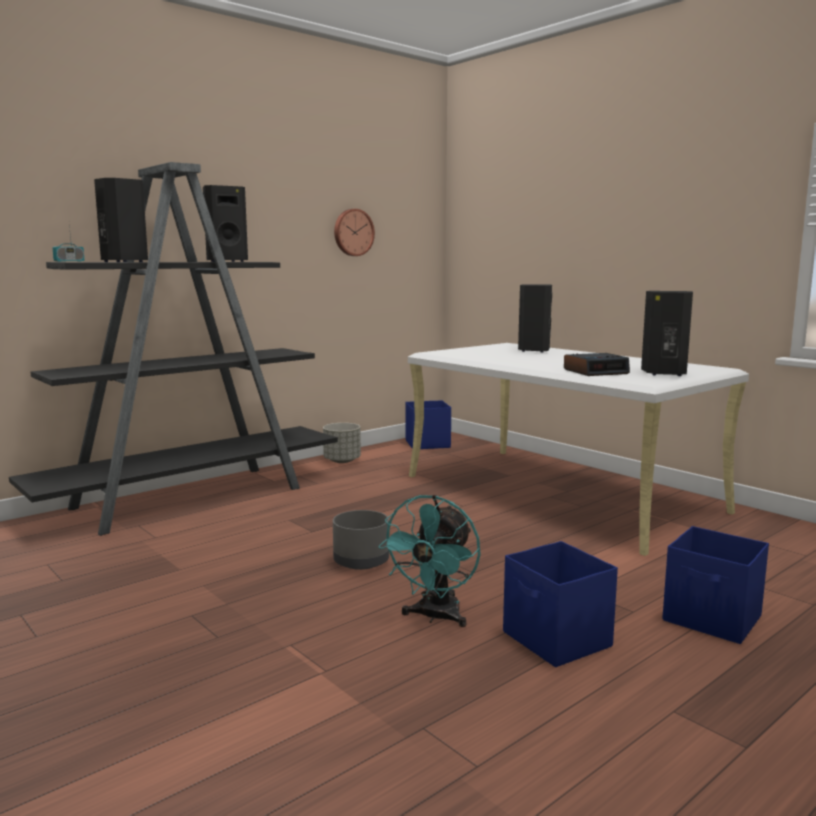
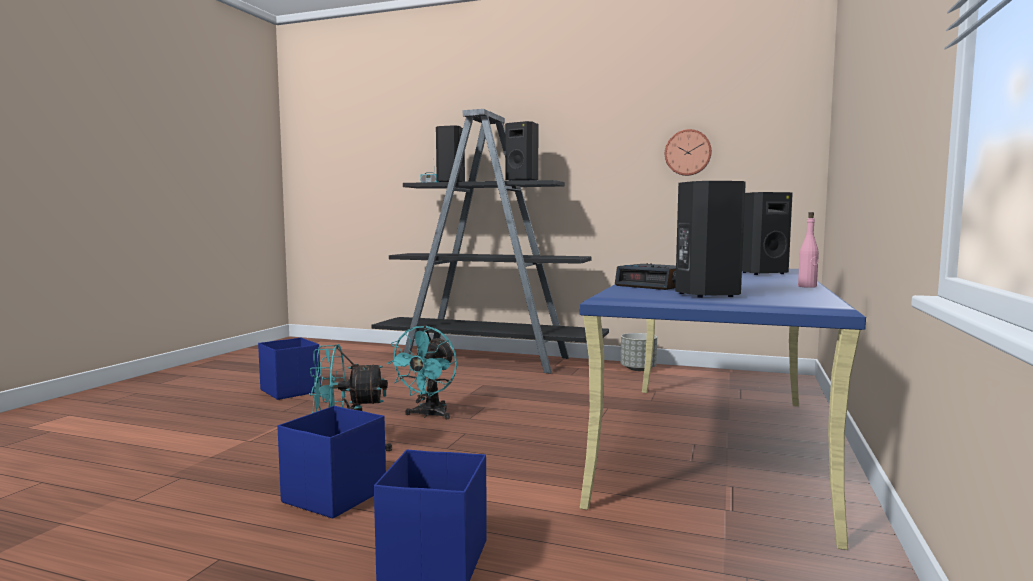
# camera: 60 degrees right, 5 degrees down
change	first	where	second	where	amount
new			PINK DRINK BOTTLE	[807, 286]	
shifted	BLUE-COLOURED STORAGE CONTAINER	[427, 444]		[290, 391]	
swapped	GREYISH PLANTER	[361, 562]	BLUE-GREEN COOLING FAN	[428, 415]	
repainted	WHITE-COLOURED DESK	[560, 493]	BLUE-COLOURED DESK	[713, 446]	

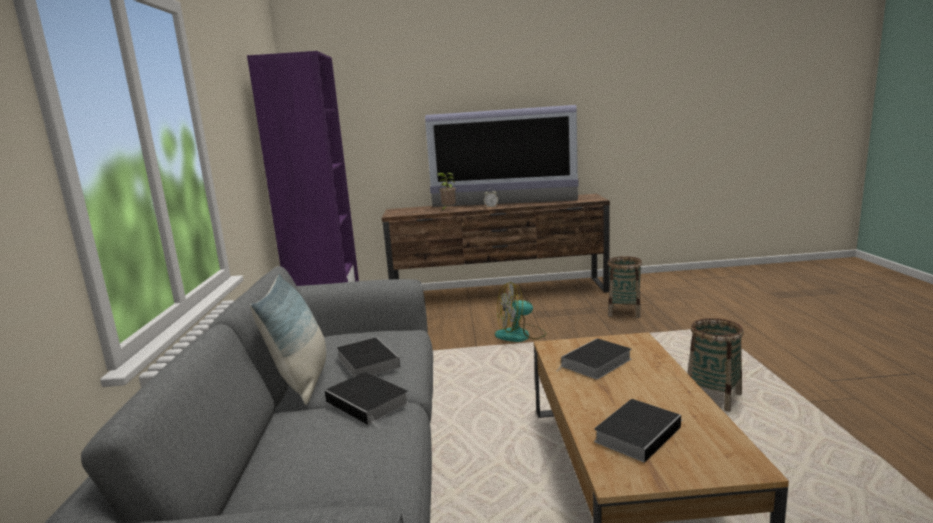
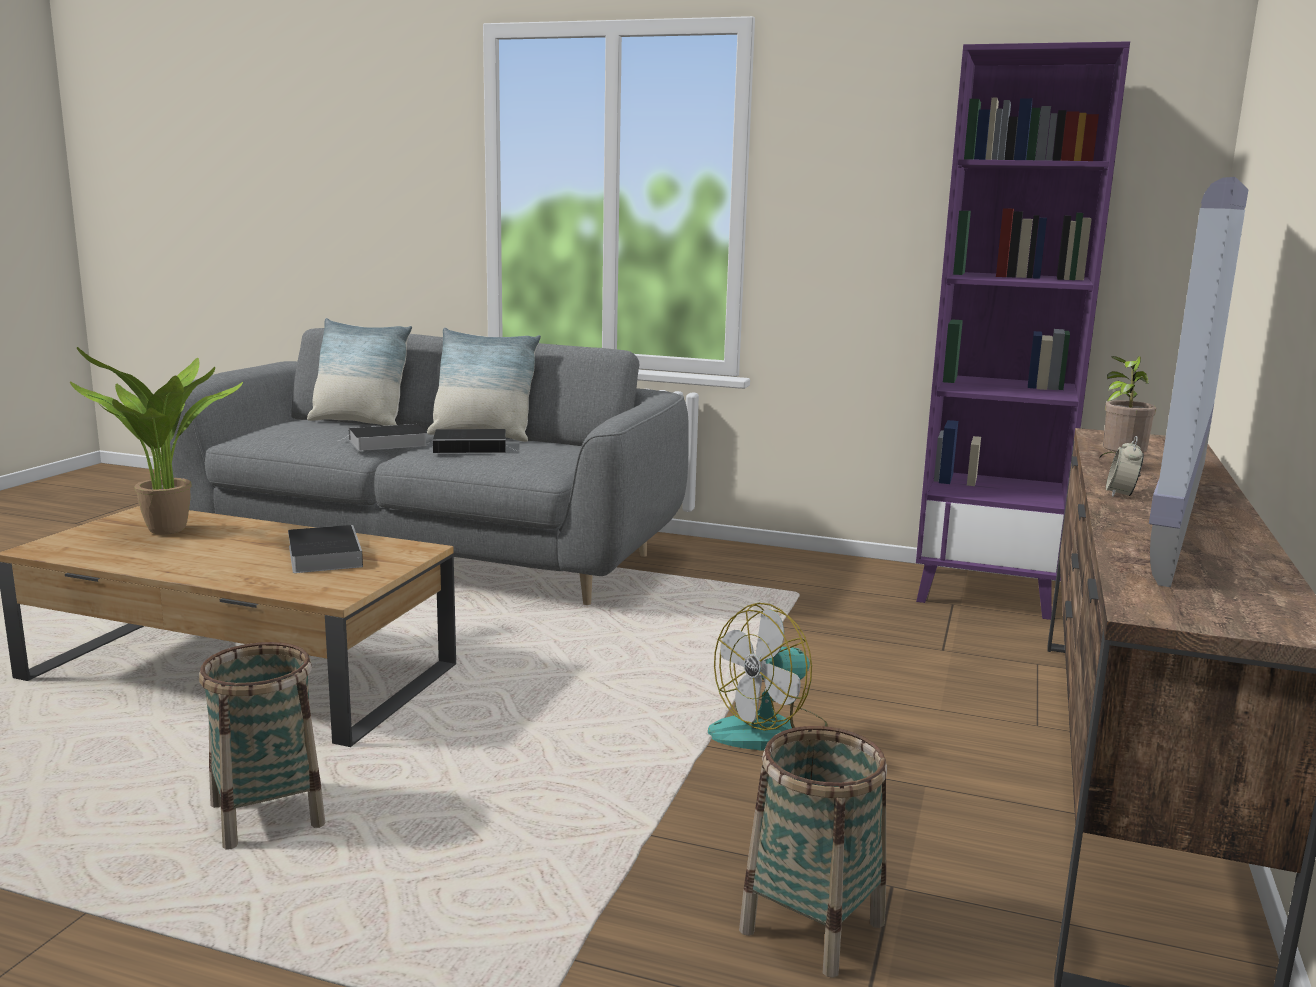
# camera: 110 degrees right, 0 degrees up
change	first	where	second	where	amount
new			PILLOW	[359, 423]	
swapped	VOLUME	[638, 433]	HOUSEPLANT	[169, 532]	
rotated	COOLING FAN	[520, 335]		[770, 730]	135 degrees counterclockwise

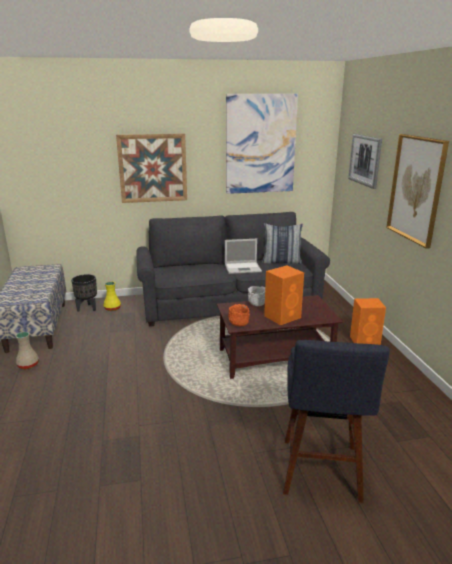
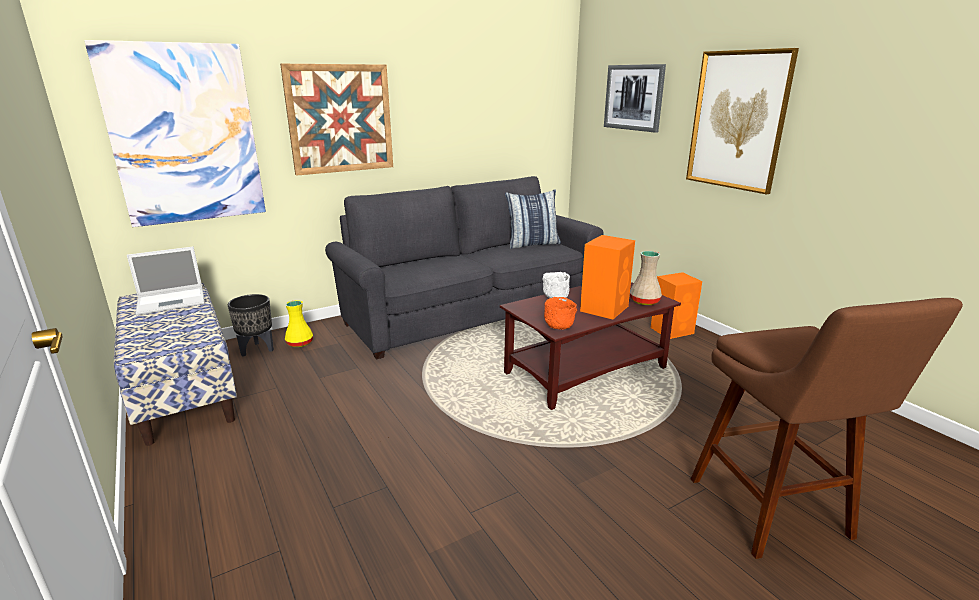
# camera: 20 degrees left, 0 degrees up
change	first	where	second	where	amount
shifted	SAND-COLOURED DECORATIVE VASE	[28, 365]		[644, 301]	
shifted	PORTABLE COMPUTER	[243, 268]		[173, 301]	
shifted	WALL PICTURE	[260, 144]		[185, 135]	
repainted	BLUE-COLOURED STOOL SEAT	[321, 474]	BROWNISH STOOL SEAT	[774, 514]	

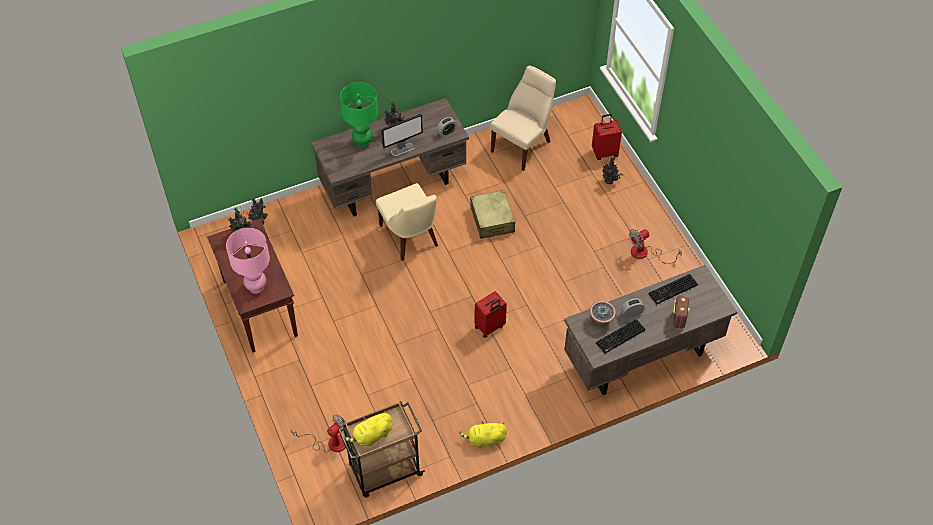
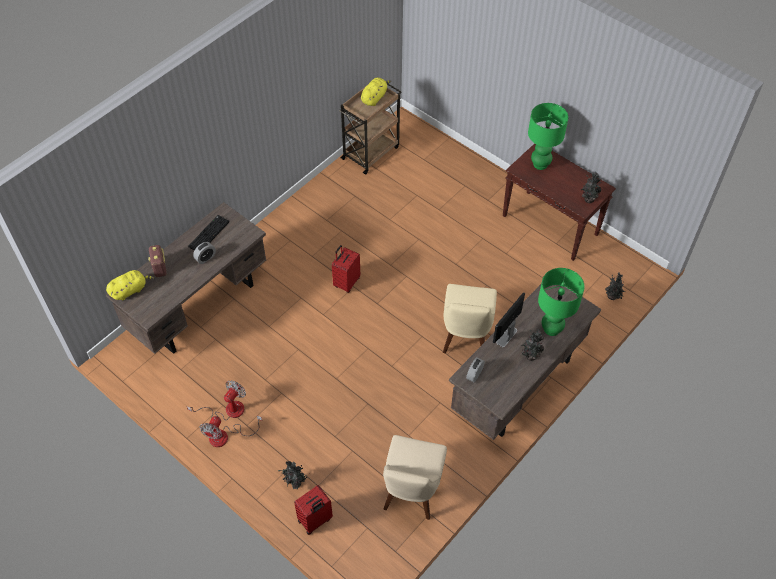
# camera: 155 degrees right, 0 degrees up
change	first	where	second	where	amount
gone	SAND-COLOURED PIECE OF LUGGAGE	[492, 220]			
gone	HOUSEPLANT	[601, 320]			
gone	KEYBOARD	[673, 290]			
shifted	COOLING FAN	[330, 442]		[226, 436]	
shifted	YELLOW-COLOURED CUDDLY TOY	[485, 440]		[130, 290]	
repainted	PINK TABLETOP LAMP	[256, 287]	GREEN-COLOURED TABLETOP LAMP	[540, 164]	
rotated	SAND-COLOURED CHAIR	[410, 237]		[465, 336]	120 degrees counterclockwise

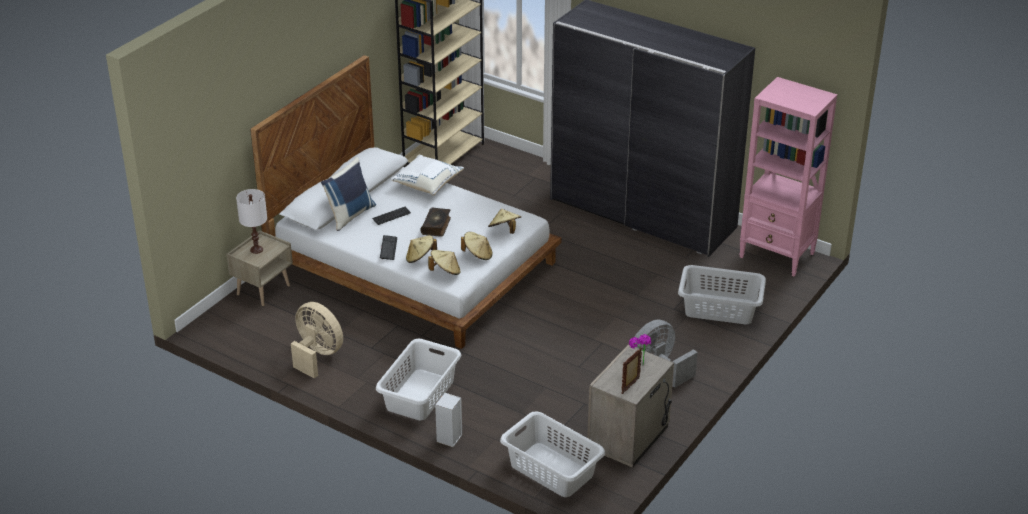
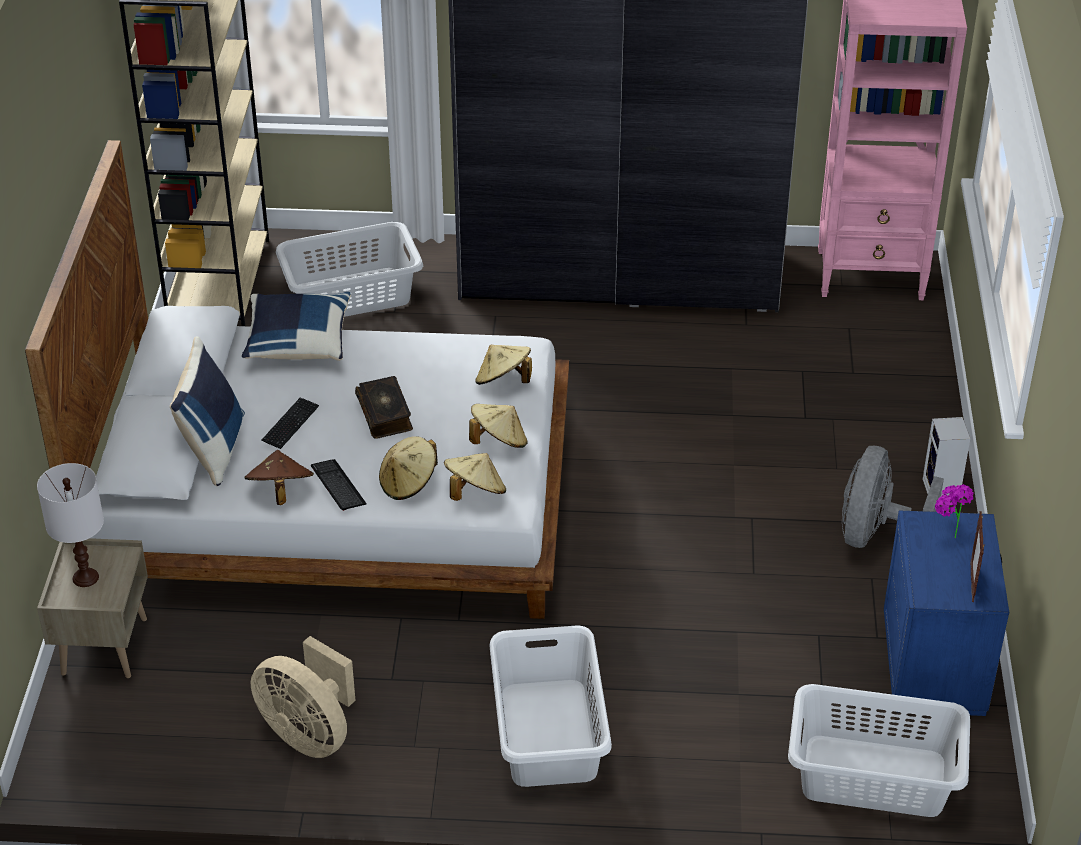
# camera: 30 degrees left, 5 degrees up
change	first	where	second	where	amount
new			BROWNISH CLOTHING HAT	[280, 492]	
shifted	AUDIO SPEAKER	[449, 439]		[942, 490]	
shifted	GREYISH HAMPER	[720, 309]		[352, 295]	
repainted	WHITE-COLOURED PILLOW	[427, 184]	BLUE-COLOURED PILLOW	[298, 343]	
repainted	SAND-COLOURED BEDSIDE TABLE	[629, 438]	BLUE-COLOURED BEDSIDE TABLE	[936, 666]	
rotated	SAND-COLOURED COOLING FAN	[317, 355]		[309, 734]	150 degrees counterclockwise

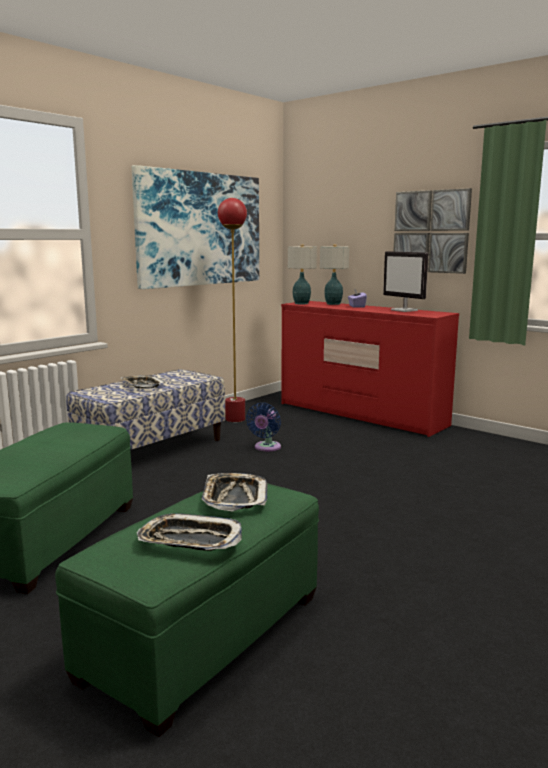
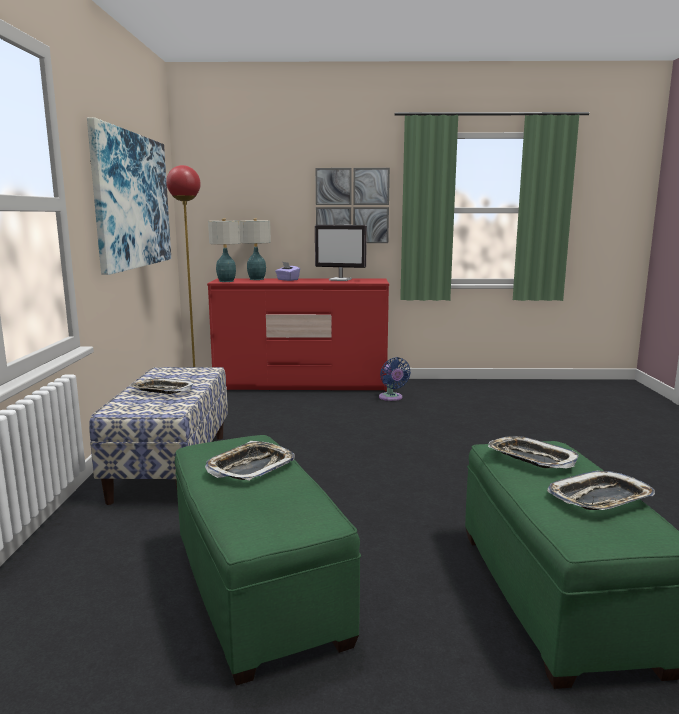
# camera: 40 degrees left, 0 degrees up
change	first	where	second	where	amount
new			CARRYING TRAY	[250, 467]	
shifted	BLUE-COLOURED COOLING FAN	[266, 448]		[391, 398]	

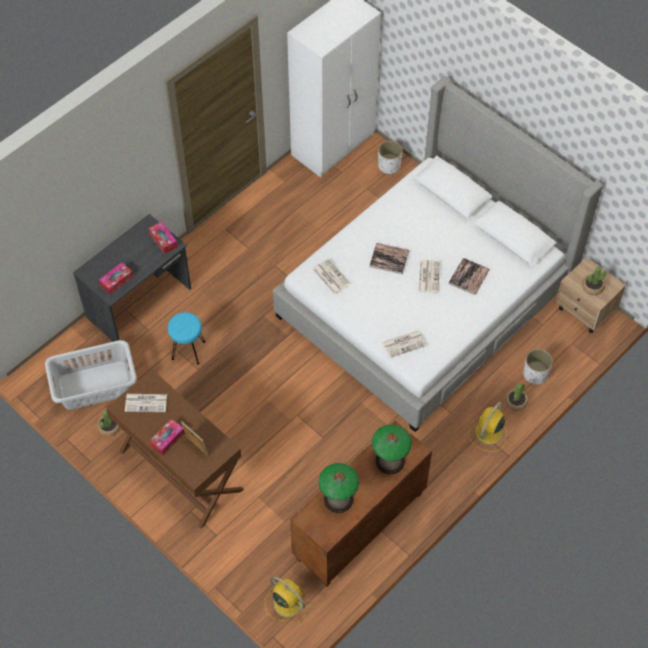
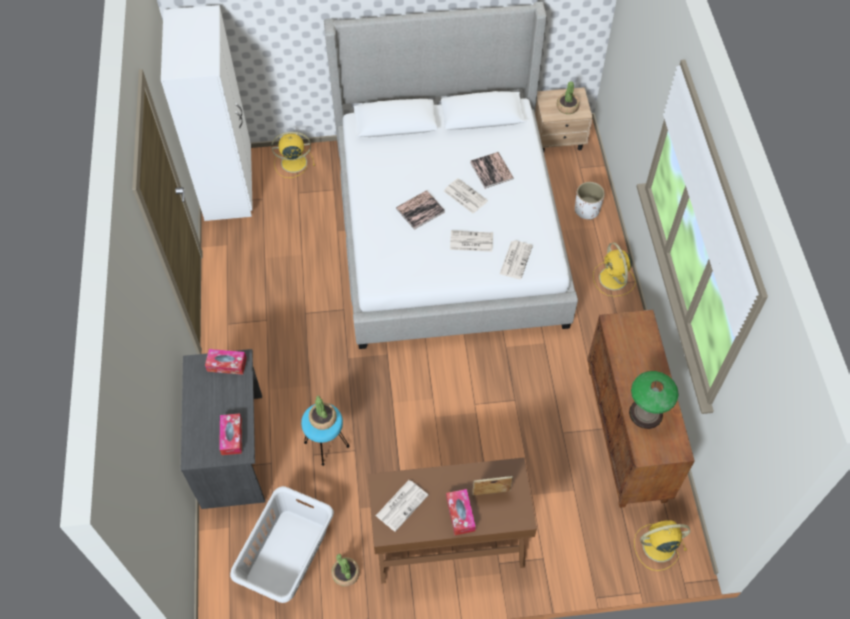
# camera: 50 degrees left, 0 degrees up
change	first	where	second	where	amount
gone	TABLETOP LAMP	[390, 461]			
shifted	NEWSPAPER	[330, 276]		[470, 242]	
shifted	HOUSEPLANT	[516, 402]		[323, 418]	
swapped	WHITE-COLOURED PLANTER	[389, 166]	YELLOW-COLOURED COOLING FAN	[292, 162]	

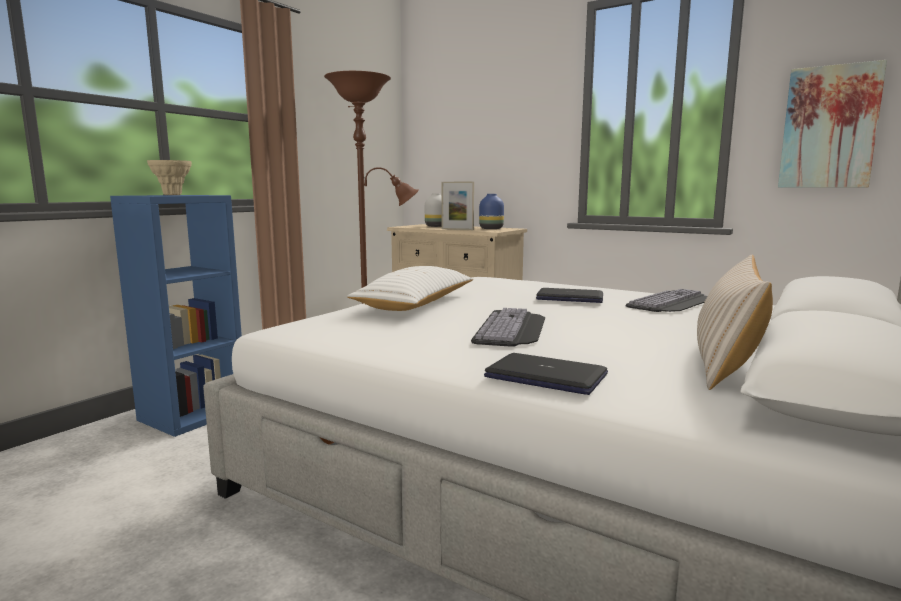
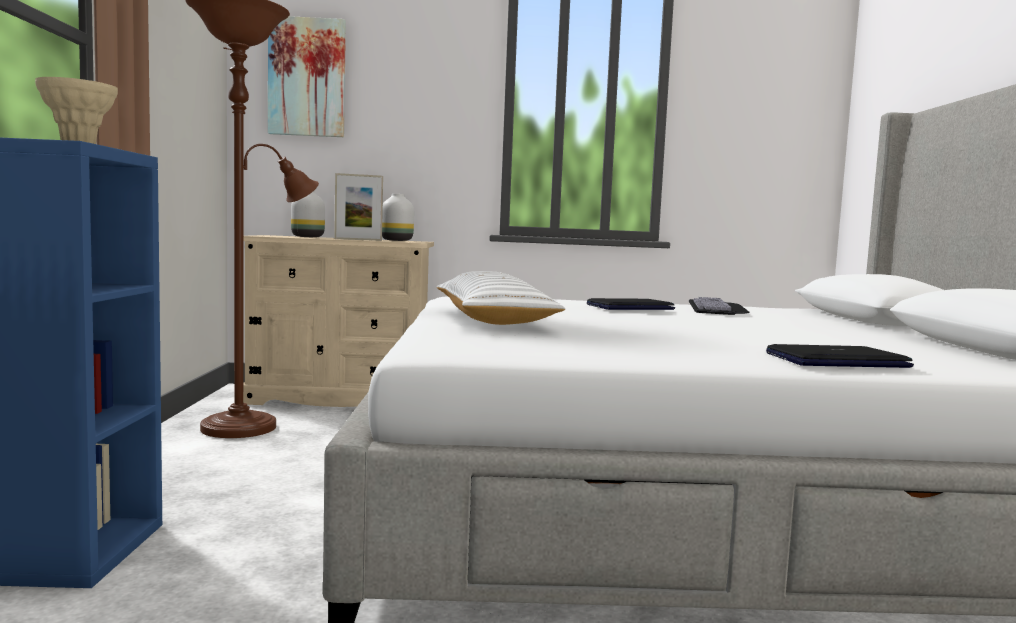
# camera: 35 degrees left, 5 degrees down
change	first	where	second	where	amount
gone	KEYBOARD	[513, 328]			
gone	SAND-COLOURED PILLOW	[726, 358]			
shifted	WALL PICTURE	[829, 127]		[307, 77]	
repainted	BLUE-COLOURED DECORATIVE VASE	[491, 229]	WHITE-COLOURED DECORATIVE VASE	[396, 240]	

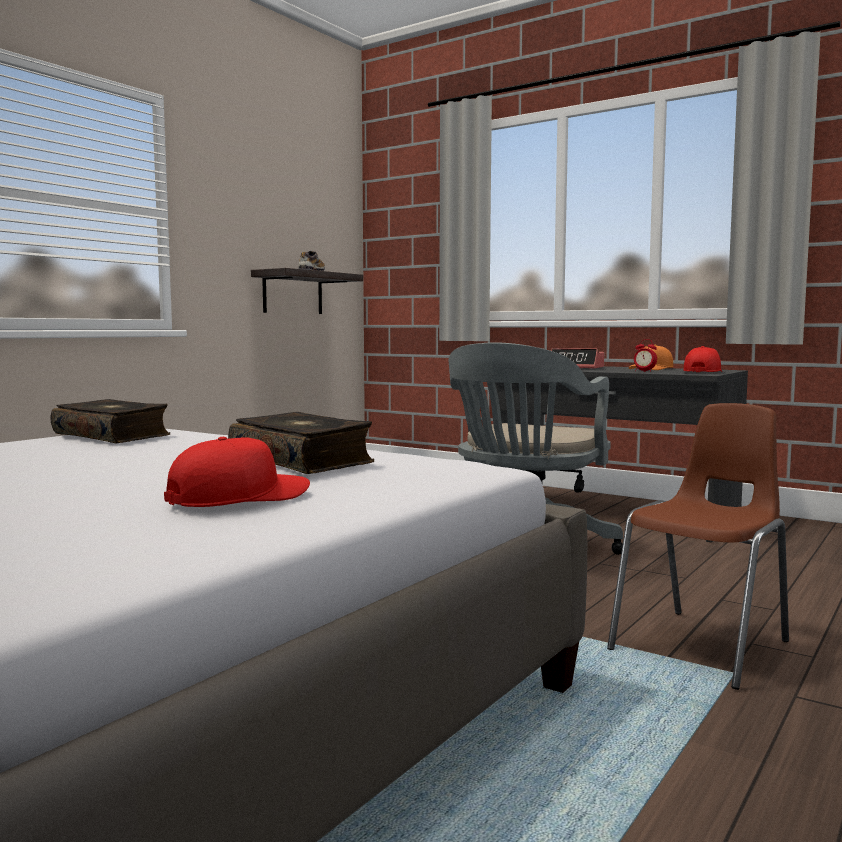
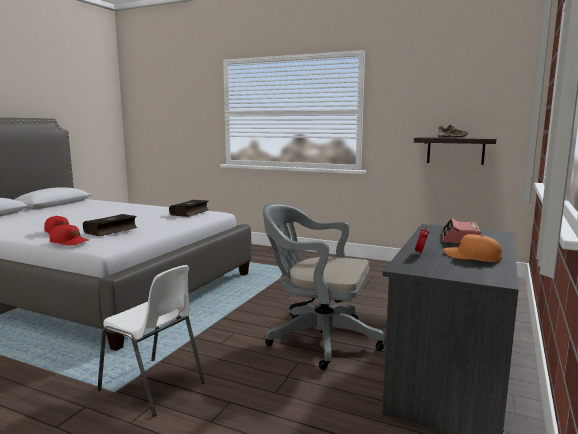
# camera: 80 degrees right, 5 degrees up
change	first	where	second	where	amount
shifted	REDDISH CAP	[702, 372]		[69, 242]	
repainted	BROWNISH CHAIR	[703, 646]	WHITE-COLOURED CHAIR	[153, 387]	

